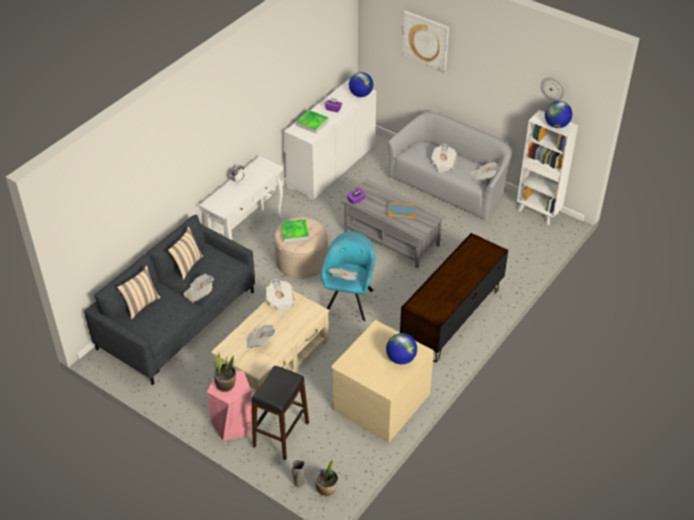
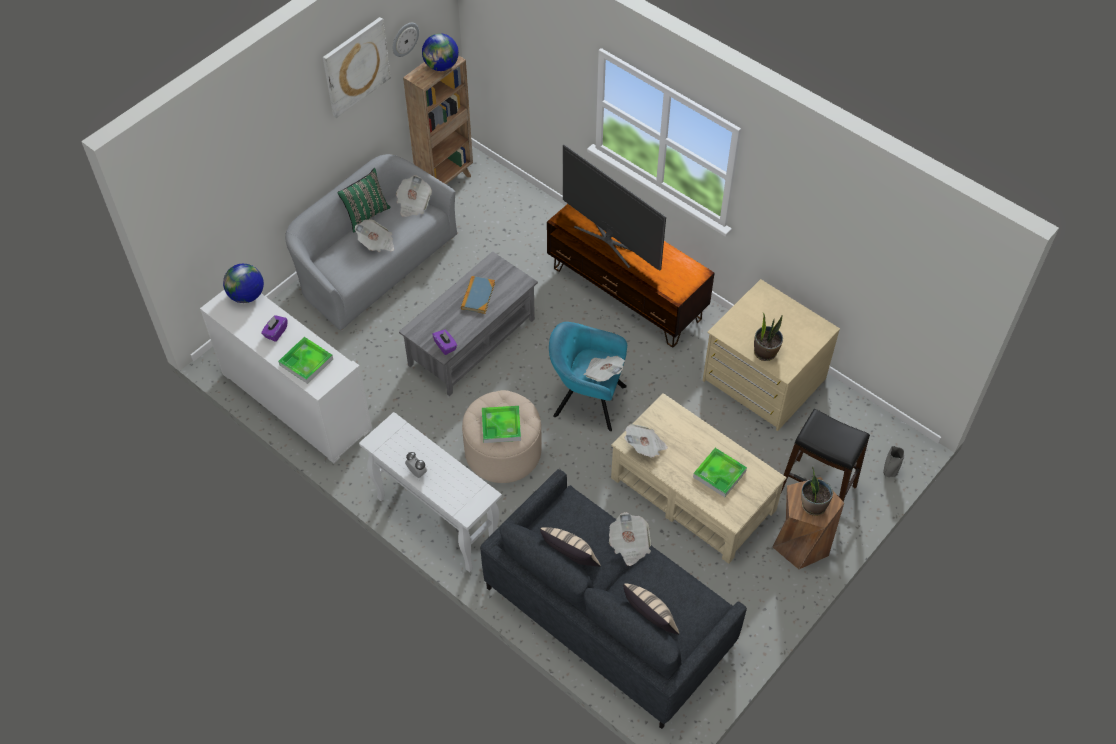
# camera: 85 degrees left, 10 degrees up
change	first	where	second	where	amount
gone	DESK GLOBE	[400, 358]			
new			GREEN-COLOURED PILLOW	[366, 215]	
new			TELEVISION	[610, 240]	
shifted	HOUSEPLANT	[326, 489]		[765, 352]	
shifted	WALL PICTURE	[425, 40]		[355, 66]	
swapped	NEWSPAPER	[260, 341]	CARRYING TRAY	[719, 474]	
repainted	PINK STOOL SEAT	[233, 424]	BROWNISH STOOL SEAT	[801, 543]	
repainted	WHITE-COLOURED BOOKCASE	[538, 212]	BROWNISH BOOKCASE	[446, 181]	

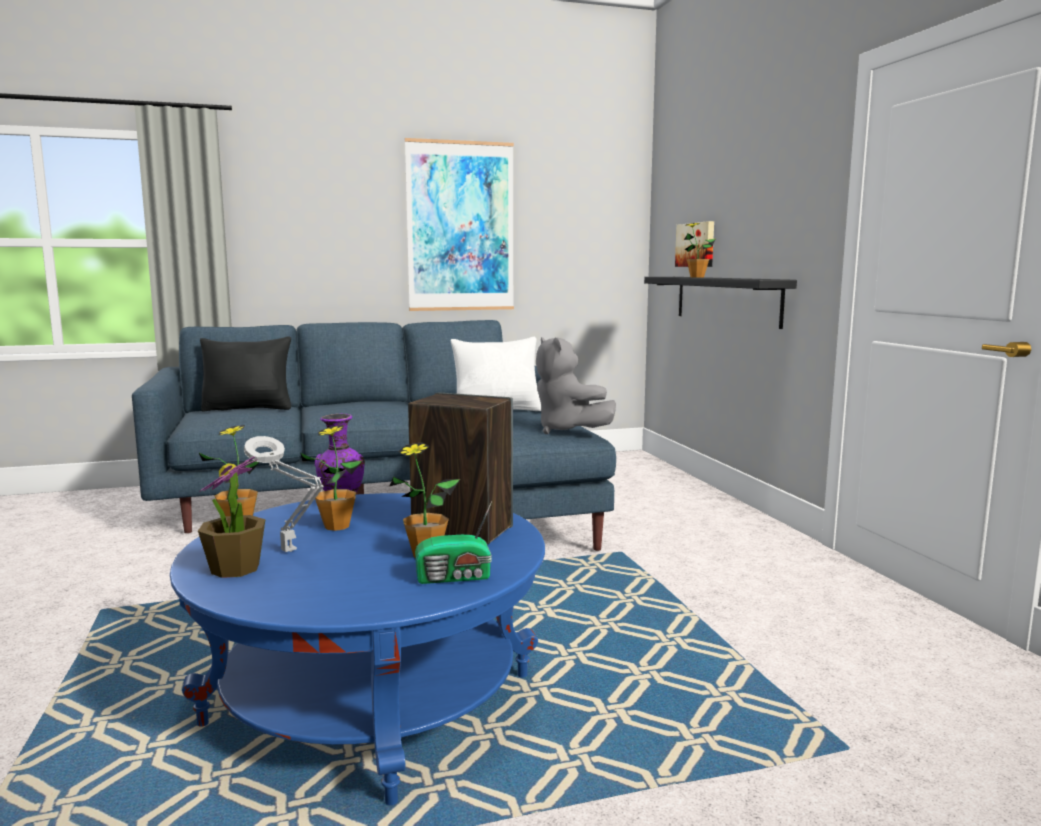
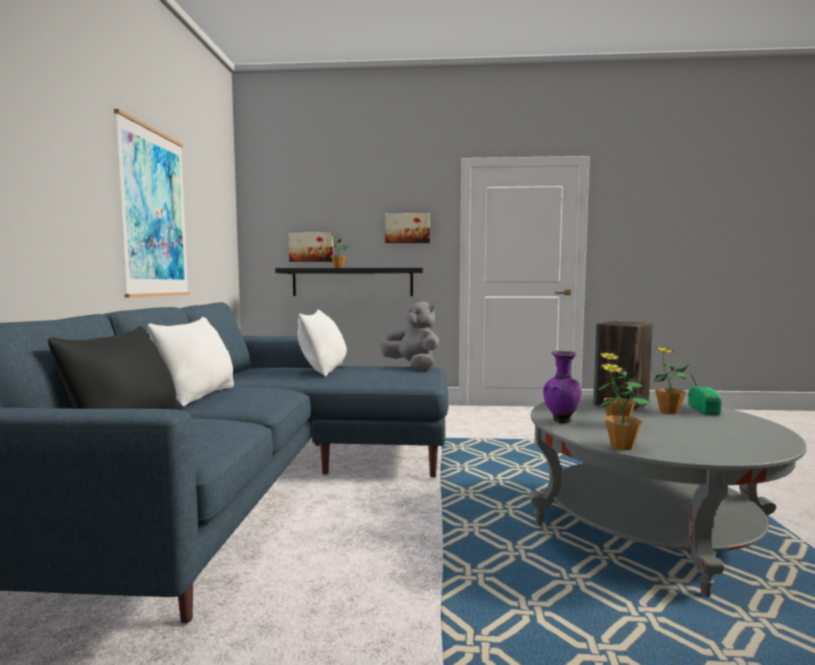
# camera: 70 degrees left, 5 degrees down
change	first	where	second	where	amount
gone	HOUSEPLANT	[235, 569]			
gone	GREYISH TABLETOP LAMP	[291, 552]			
new			WHITE-COLOURED PILLOW	[198, 396]	
new			WALL PICTURE	[407, 228]	
repainted	BLUE-COLOURED COFFEE TABLE	[372, 699]	GREYISH COFFEE TABLE	[647, 528]	
rotated	GREYISH CUDDLY TOY	[567, 430]		[413, 367]	120 degrees counterclockwise

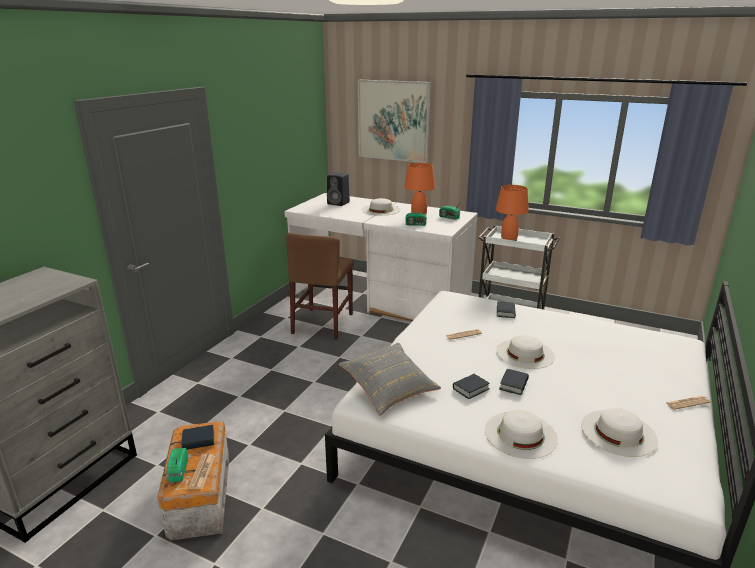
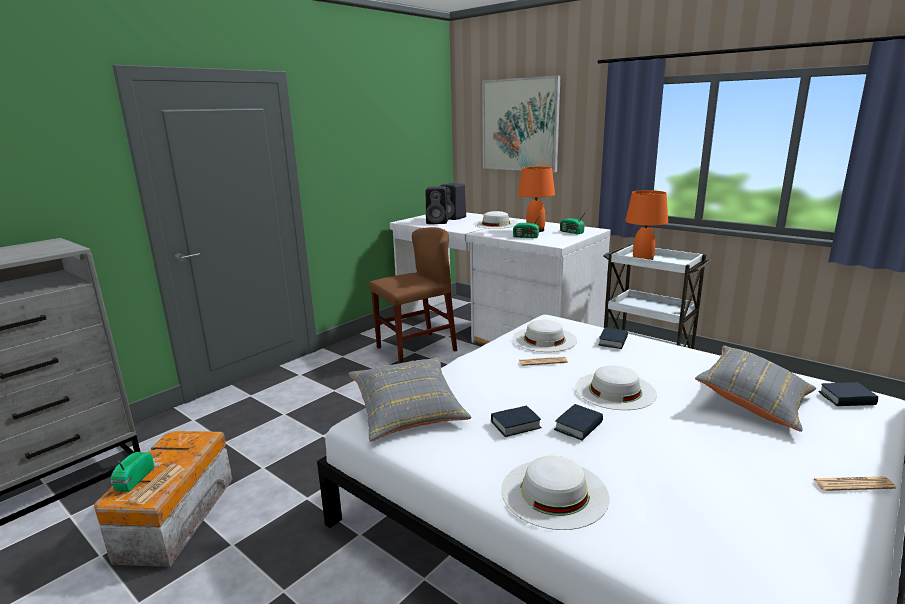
# camera: 15 degrees right, 5 degrees down
change	first	where	second	where	amount
new			BLACK AUDIO SPEAKER	[438, 222]	
new			GREYISH PILLOW	[753, 402]	
shifted	VOLUME	[198, 441]		[846, 399]	
shifted	WHITE-COLOURED CLOTHING HAT	[618, 432]		[544, 339]	
rotated	BROWNISH CHAIR	[323, 323]		[416, 349]	150 degrees counterclockwise

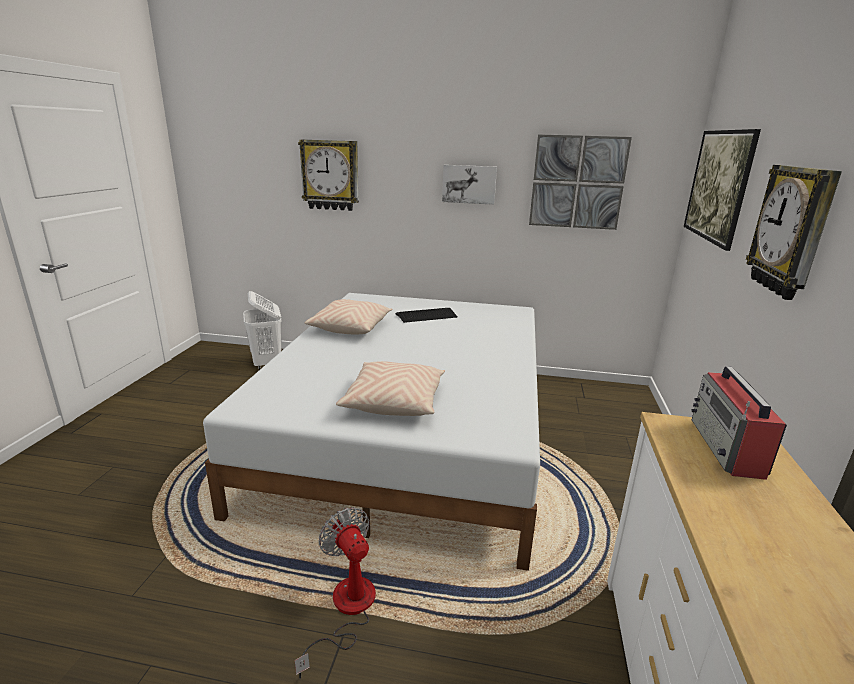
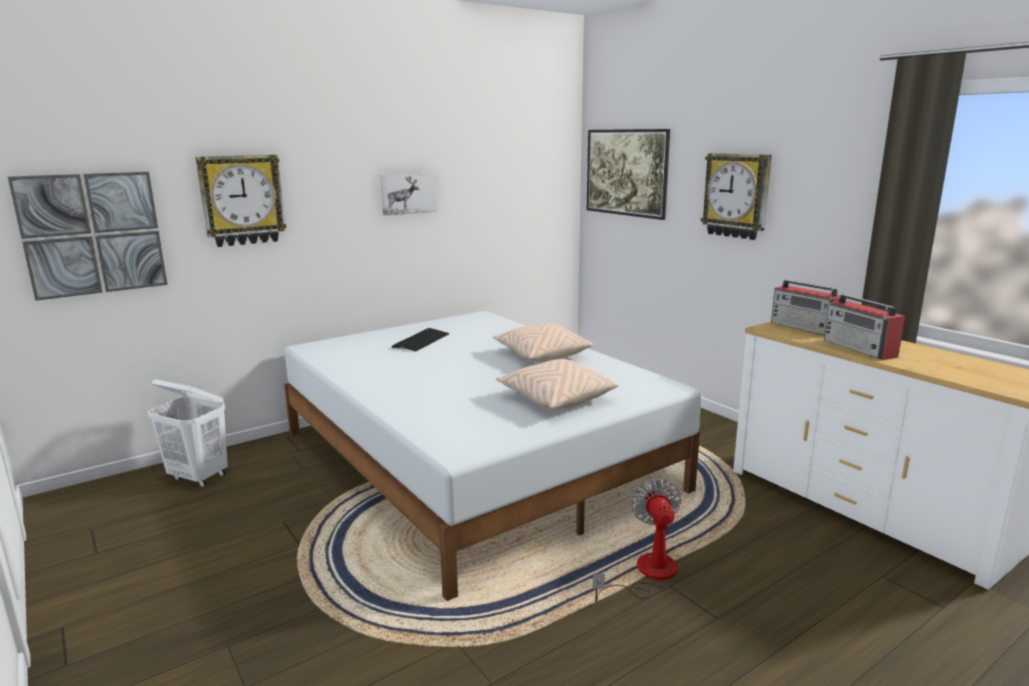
# camera: 45 degrees left, 5 degrees down
change	first	where	second	where	amount
new			RADIO RECEIVER	[860, 349]	
shifted	SAND-COLOURED PILLOW	[350, 327]		[541, 355]	
shifted	WALL PICTURE	[577, 182]		[92, 234]	
rotated	COOLING FAN	[346, 610]		[647, 574]	75 degrees clockwise

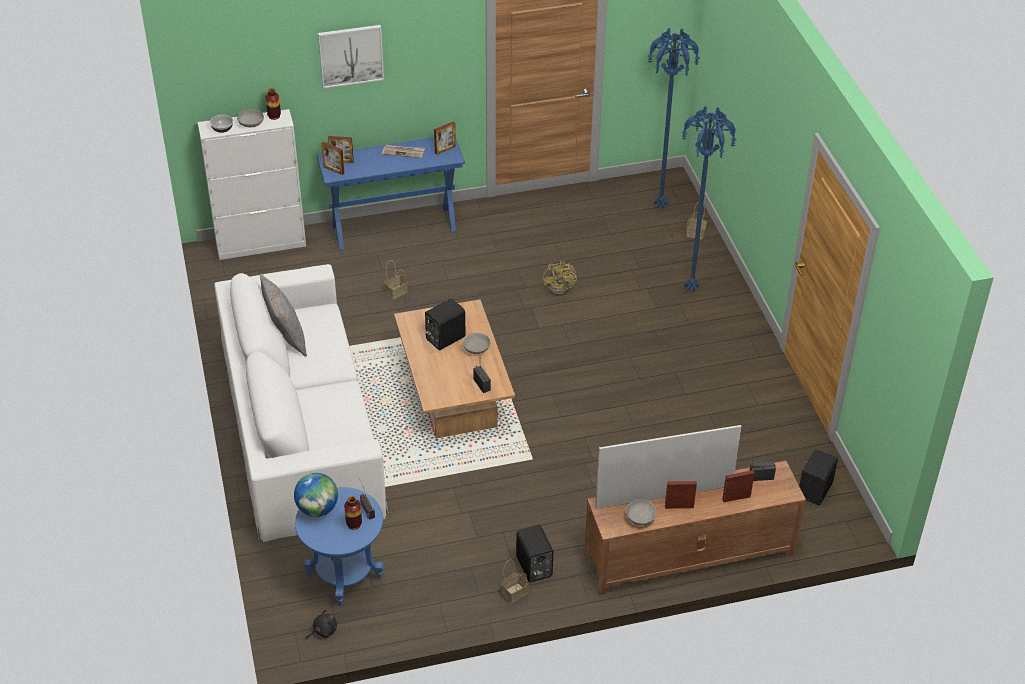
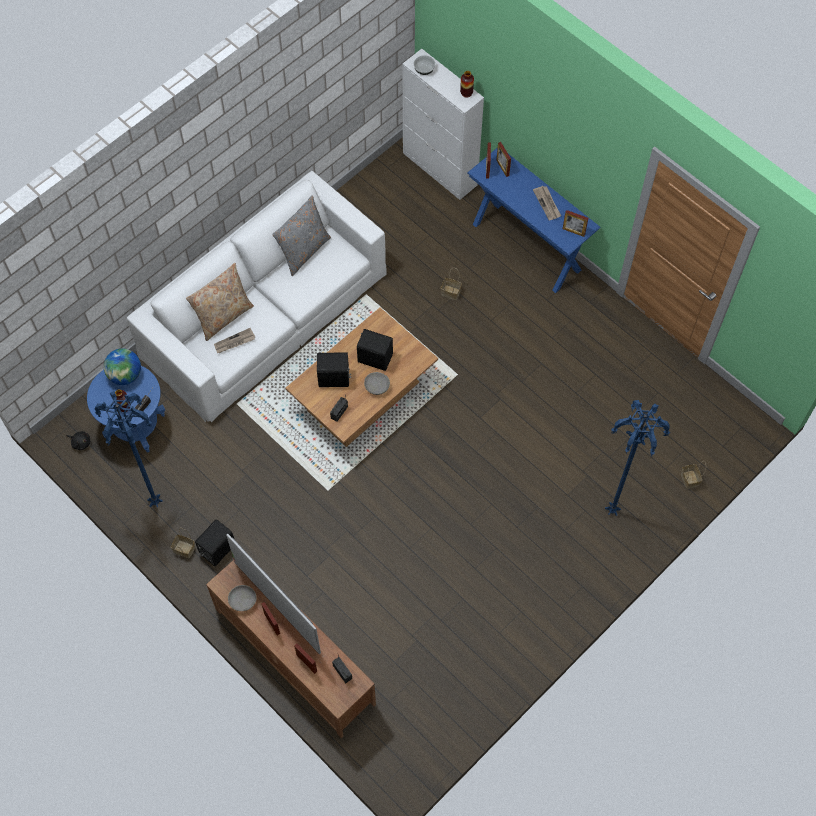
# camera: 60 degrees right, 20 degrees up
change	first	where	second	where	amount
gone	GREYISH BOWL	[251, 124]			
gone	WALL PICTURE	[351, 55]			
gone	YELLOW-COLOURED COOLING FAN	[562, 288]			
new			SAND-COLOURED PILLOW	[223, 316]	
new			NEWSPAPER	[234, 342]	
shifted	BLUE-COLOURED FLOOR LAMP	[659, 205]		[156, 501]	
shifted	BLACK AUDIO SPEAKER	[816, 490]		[334, 379]	

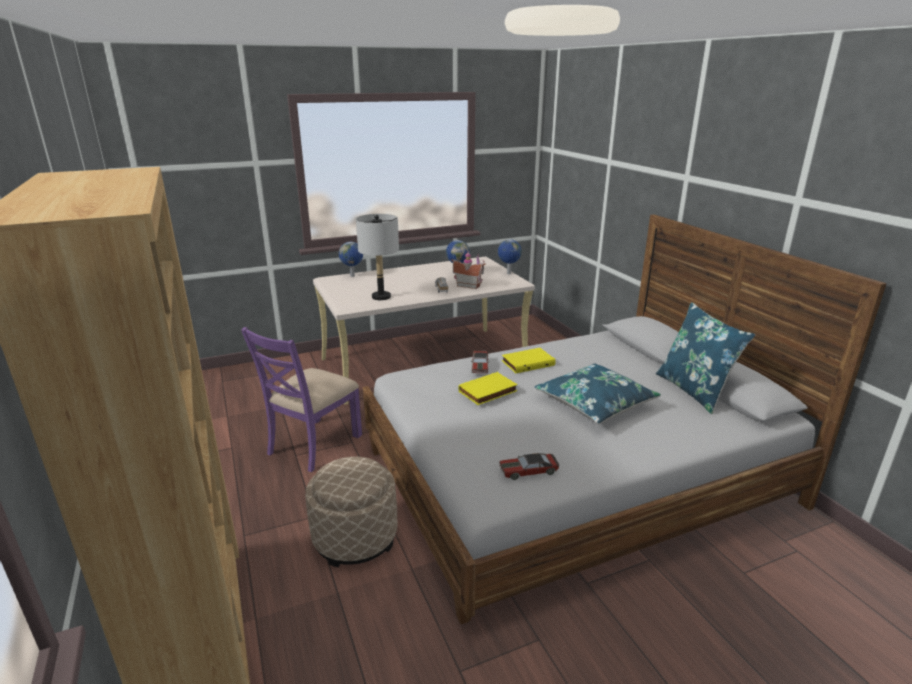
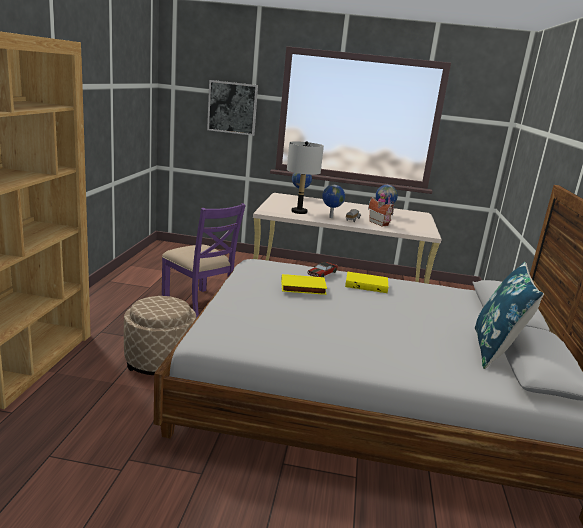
# camera: 30 degrees right, 5 degrees down
change	first	where	second	where	amount
gone	MINIATURE CAR	[528, 471]			
gone	BLUE-COLOURED PILLOW	[595, 403]			
new			WALL PICTURE	[232, 107]	
shifted	DESK GLOBE	[508, 273]		[330, 217]	
rotated	PURPLISH CHAIR	[313, 444]		[199, 304]	105 degrees counterclockwise

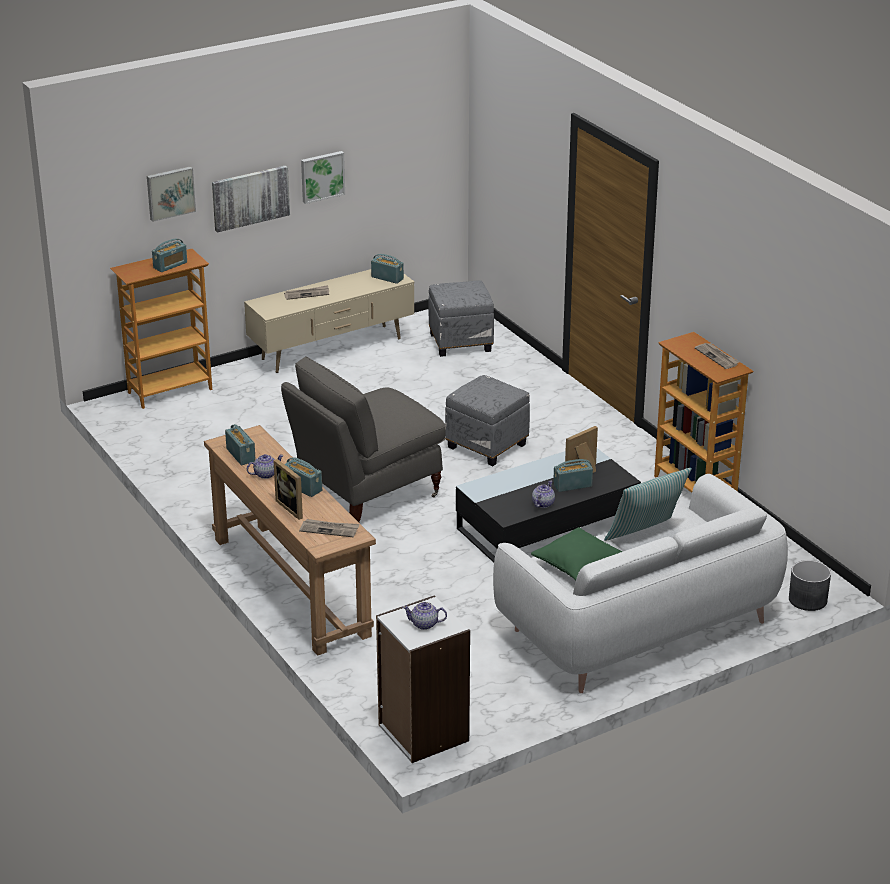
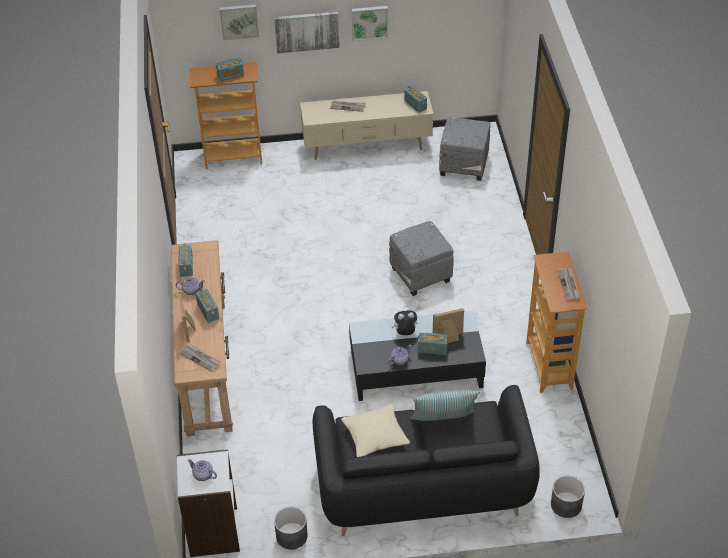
# camera: 25 degrees right, 15 degrees up
change	first	where	second	where	amount
gone	GREYISH LOUNGE CHAIR	[366, 495]			
new			GREYISH PLANTER	[291, 536]	
new			CUDDLY TOY	[405, 333]	
repainted	WHITE-COLOURED SETTEE	[638, 625]	BLACK SETTEE	[423, 485]	
repainted	GREEN-COLOURED PILLOW	[578, 564]	SAND-COLOURED PILLOW	[375, 436]	

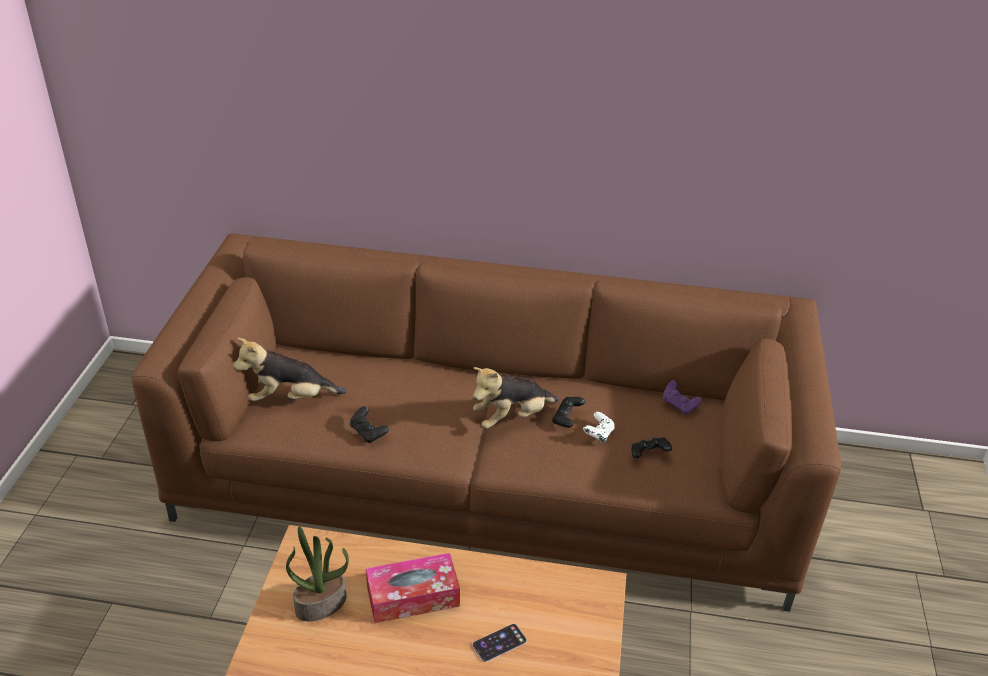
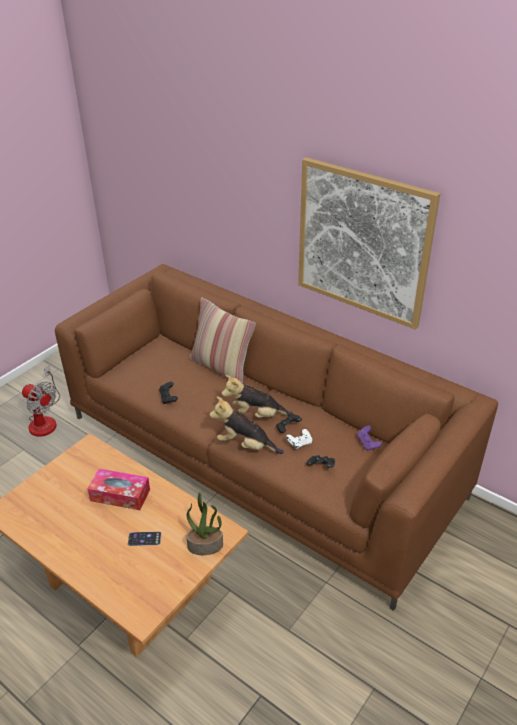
# camera: 30 degrees right, 0 degrees up
change	first	where	second	where	amount
new			COOLING FAN	[44, 419]	
new			PILLOW	[222, 368]	
new			WALL PICTURE	[363, 243]	
shifted	CUDDLY TOY	[290, 398]		[245, 445]	
shifted	HOUSEPLANT	[321, 603]		[205, 545]	

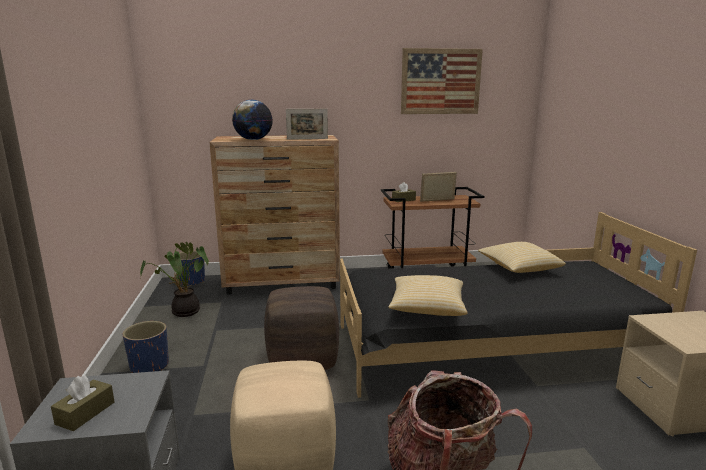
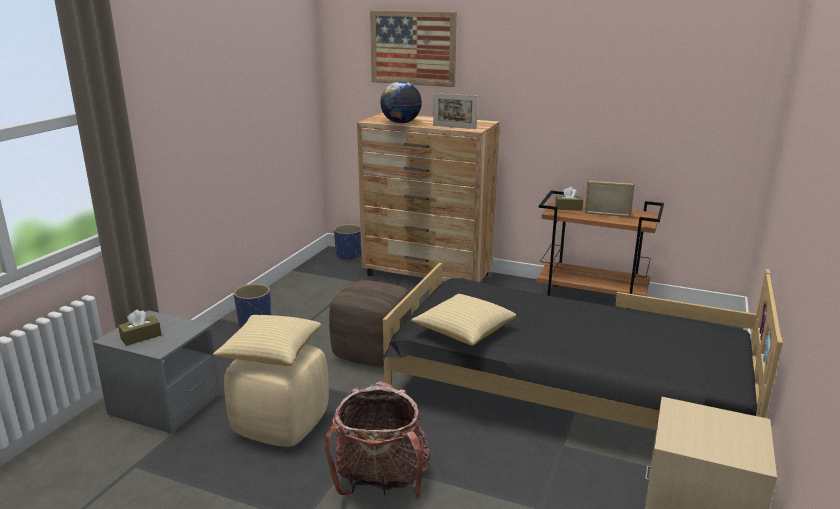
# camera: 30 degrees right, 5 degrees up
change	first	where	second	where	amount
gone	HOUSEPLANT	[183, 312]			
shifted	WALL PICTURE	[440, 81]		[413, 48]	
shifted	PILLOW	[518, 268]		[271, 353]	

